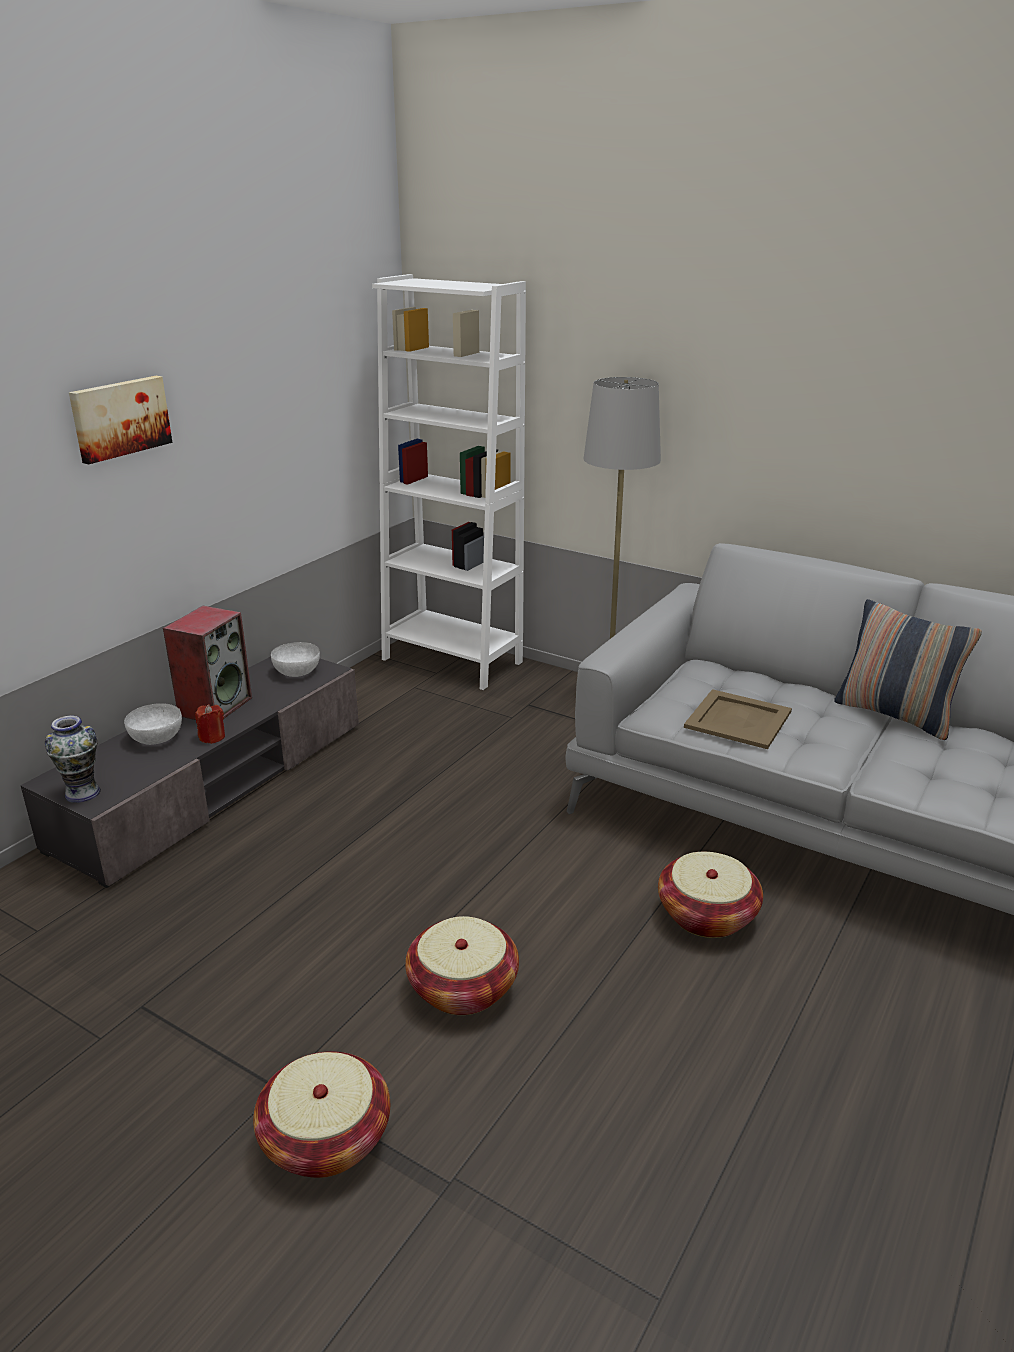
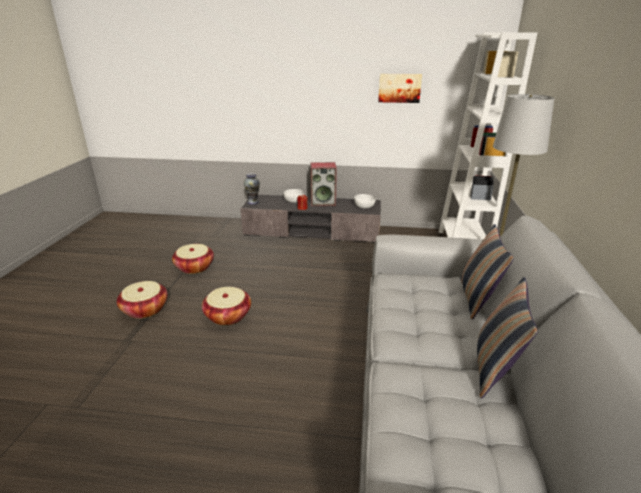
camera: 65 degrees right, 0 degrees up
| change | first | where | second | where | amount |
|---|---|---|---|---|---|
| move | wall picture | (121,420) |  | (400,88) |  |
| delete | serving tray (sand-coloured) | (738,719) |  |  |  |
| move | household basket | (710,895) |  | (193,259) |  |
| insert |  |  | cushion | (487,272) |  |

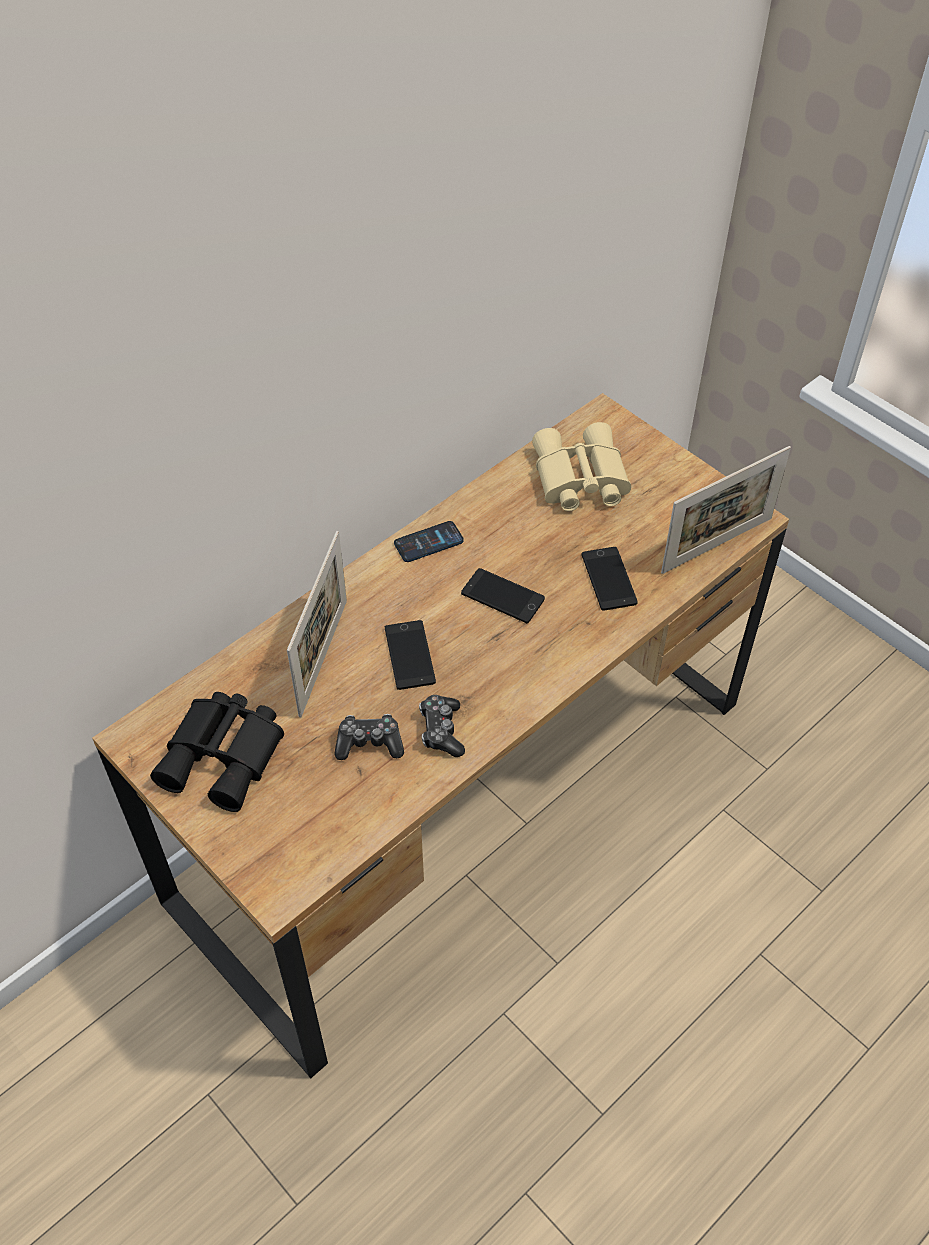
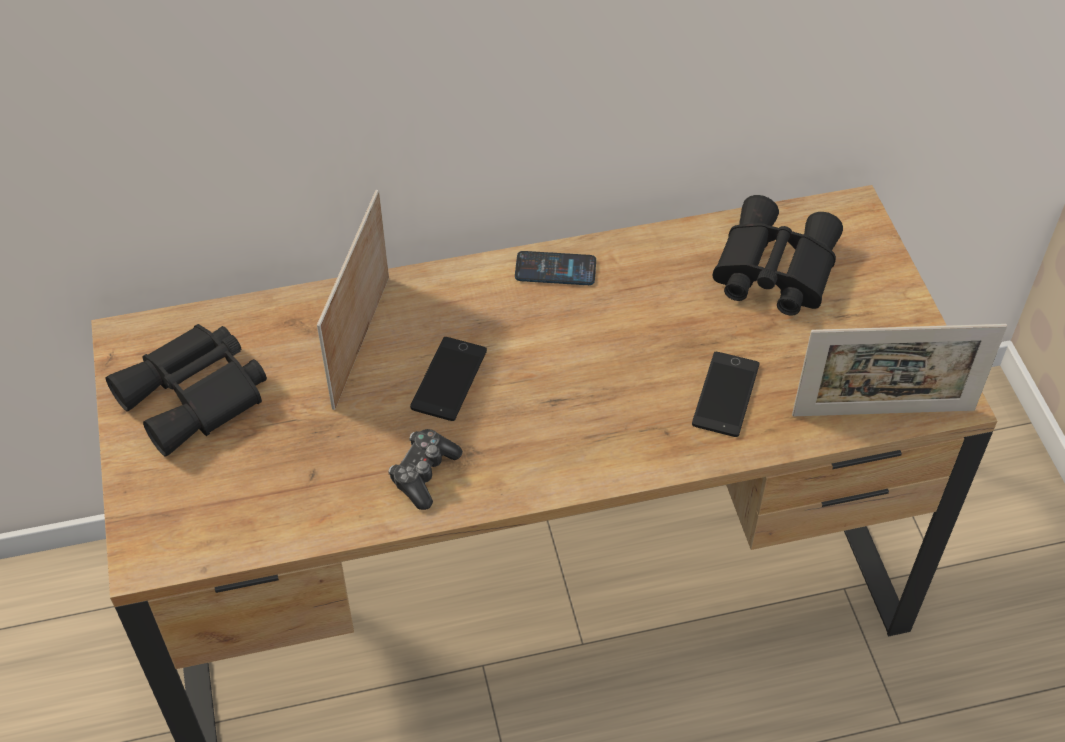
camera: 30 degrees right, 0 degrees up
| change | first | where | second | where | amount |
|---|---|---|---|---|---|
| recolor | field glasses (sand-coloured) | (581,466) | field glasses (black-coloured) | (778,255) |  |
| rotate | standing frame | (317,624) |  | (353,300) | 150 degrees clockwise |
| delete | phone | (503,595) |  |  |  |
| delete | gamepad | (369,737) |  |  |  |

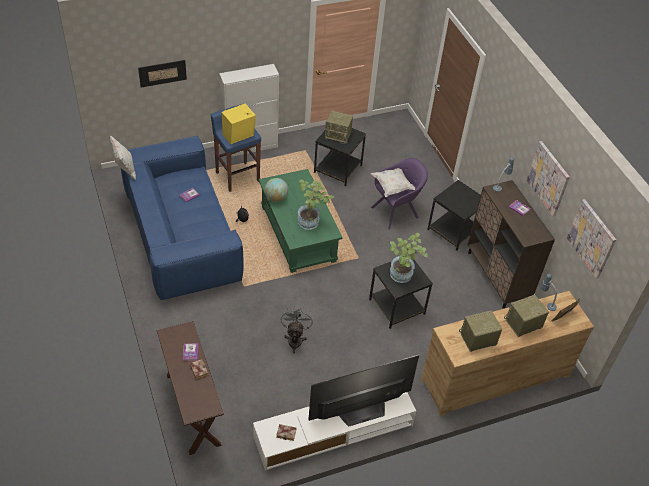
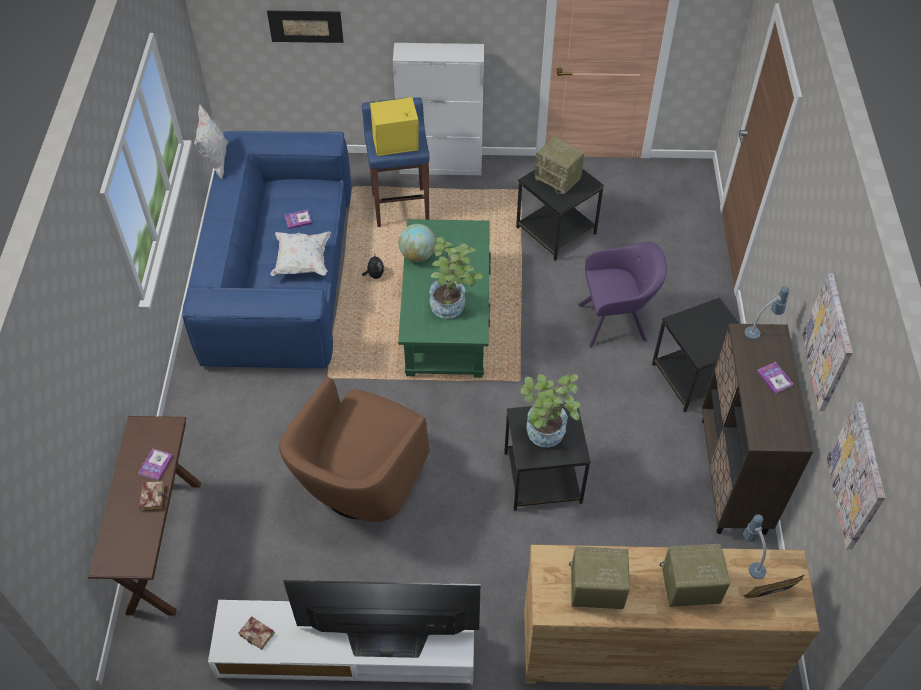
camera: 25 degrees right, 5 degrees up
| change | first | where | second | where | amount |
|---|---|---|---|---|---|
| move | cushion (white) | (393,182) |  | (300,253) |  |
| replace | electric fan (greyish) | (296,330) | lounge chair (brown-coloured) | (354,449) |  |

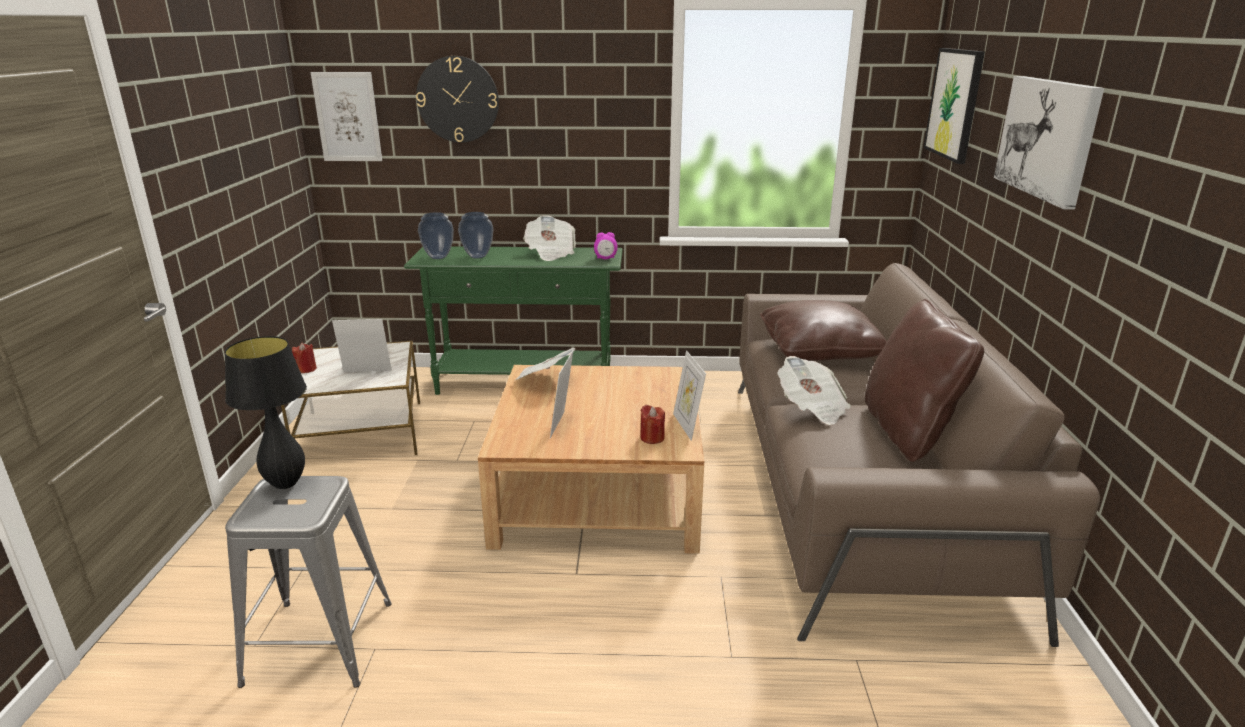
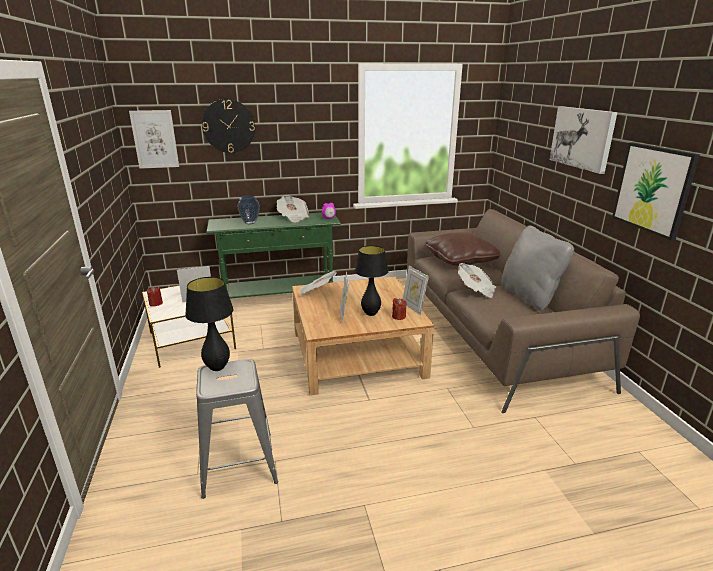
camera: 15 degrees left, 0 degrees up
| change | first | where | second | where | amount |
|---|---|---|---|---|---|
| move | wall picture | (954,106) |  | (656,191) |  |
| delete | decorative vase | (436,235) |  |  |  |
| recolor | cushion (brown-coloured) | (924,380) | cushion (greyish) | (537,268) |  |
| insert |  |  | table lamp (black-coloured) | (372,281) |  |

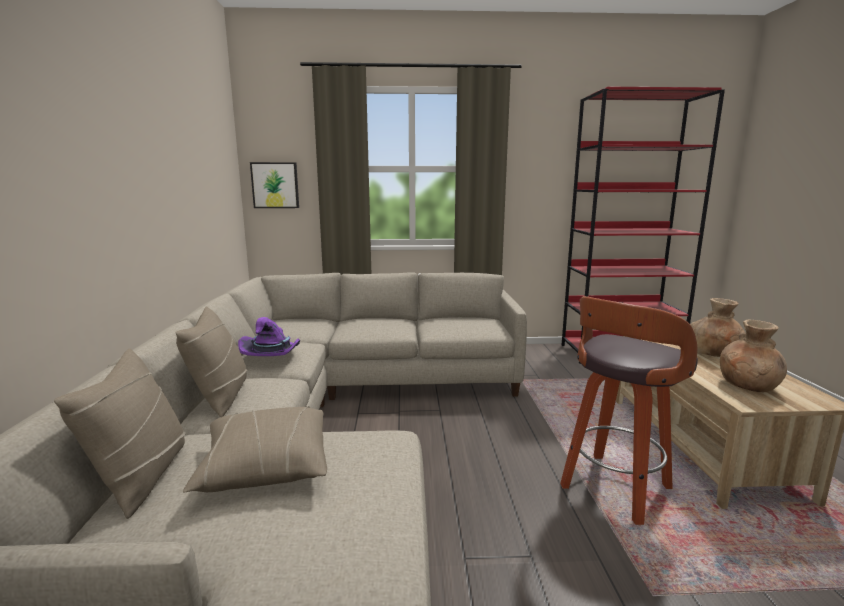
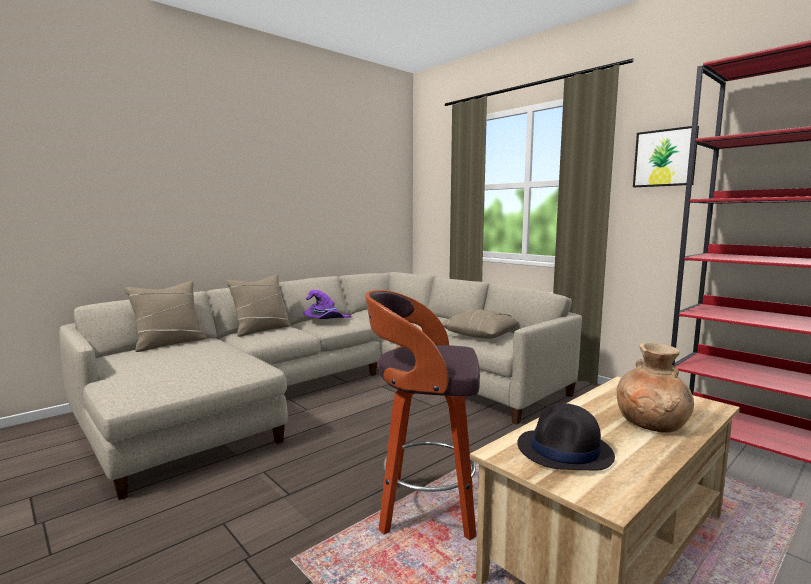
camera: 50 degrees right, 5 degrees down
| change | first | where | second | where | amount |
|---|---|---|---|---|---|
| move | wall picture | (274,185) |  | (666,156) |  |
| replace | decorative vase (brown-coloured) | (753,356) | hat (black-coloured) | (566,436) |  |
| move | cushion (sand-coloured) | (255,449) |  | (480,324) |  |

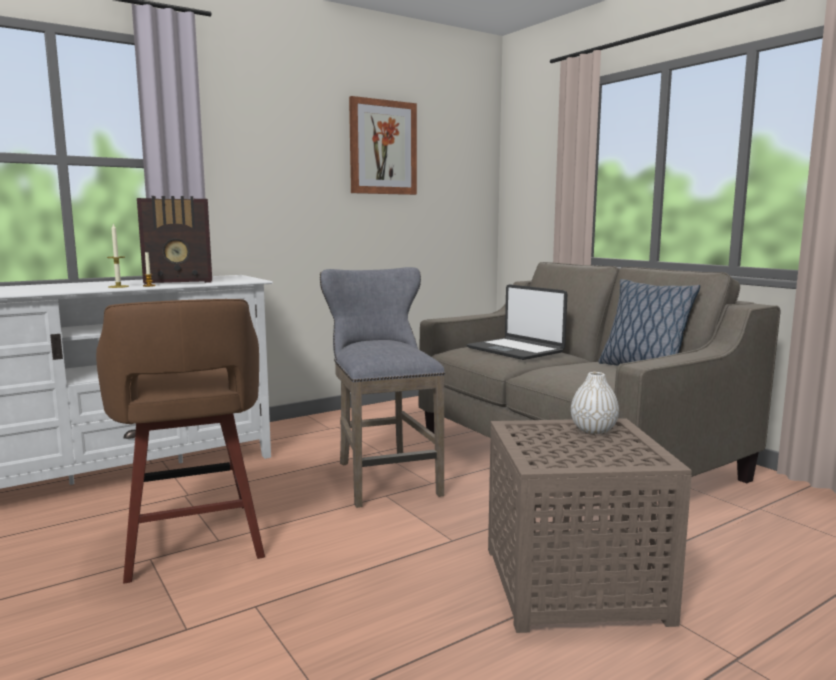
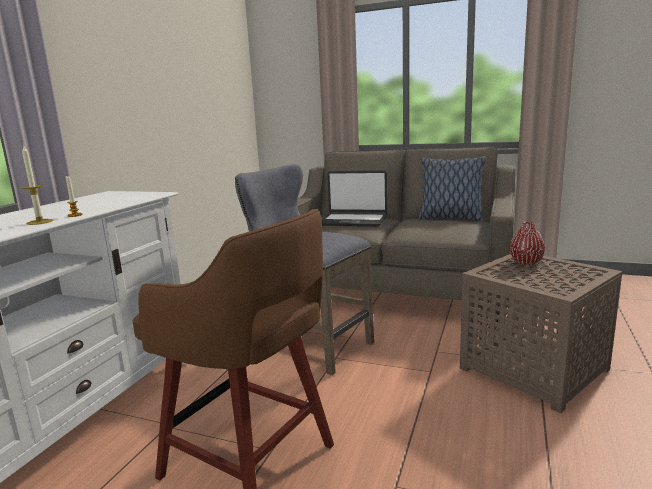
camera: 35 degrees left, 5 degrees up
| change | first | where | second | where | amount |
|---|---|---|---|---|---|
| delete | wall picture | (383,145) |  |  |  |
| delete | radio | (174,240) |  |  |  |
| recolor | decorative vase (white) | (595,403) | decorative vase (reddish) | (527,243) |  |

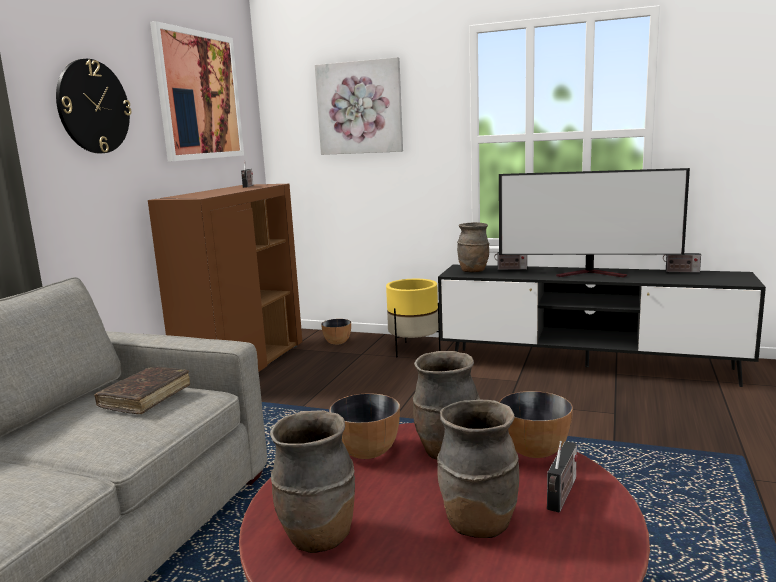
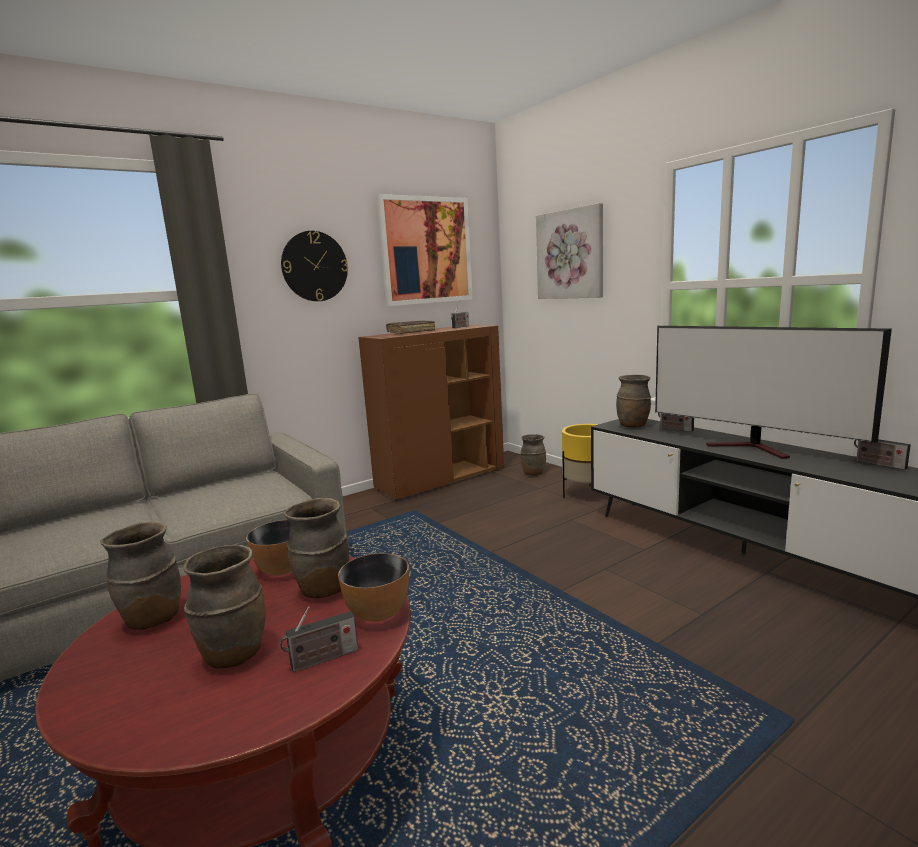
camera: 35 degrees right, 0 degrees up
| change | first | where | second | where | amount |
|---|---|---|---|---|---|
| replace | serving bowl | (336,332) | decorative vase (brown-coloured) | (533,454) |  |
| move | volume (brown-coloured) | (142,390) |  | (410,327) |  |

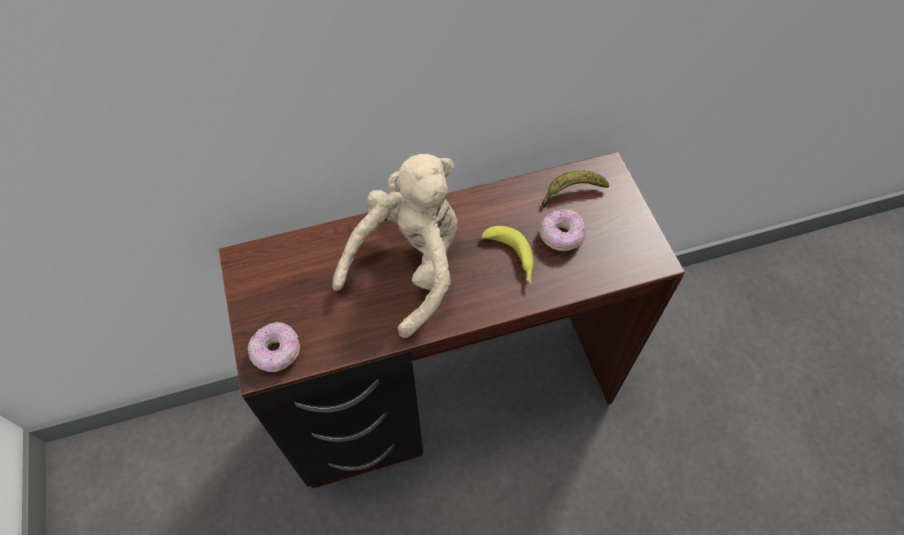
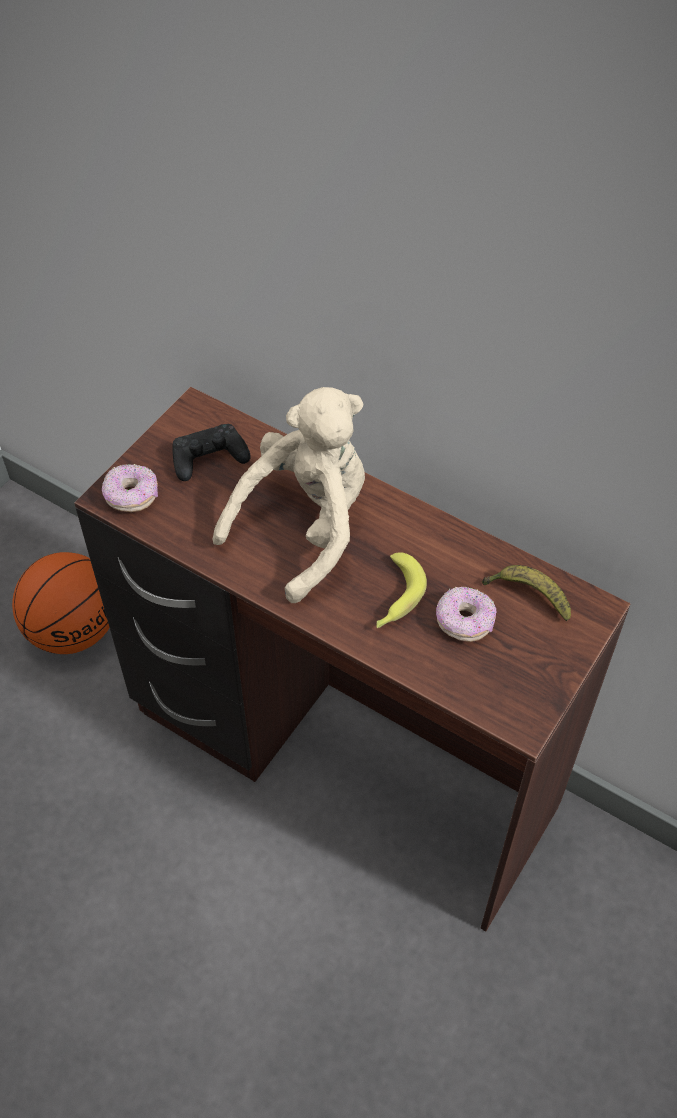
camera: 50 degrees right, 5 degrees down
| change | first | where | second | where | amount |
|---|---|---|---|---|---|
| rotate | cuddly toy (sand-coloured) | (395,246) |  | (288,495) | 45 degrees counterclockwise |
| insert |  |  | gamepad (black-coloured) | (211,452) |  |
| insert |  |  | ball for basketball | (60,603) |  |

